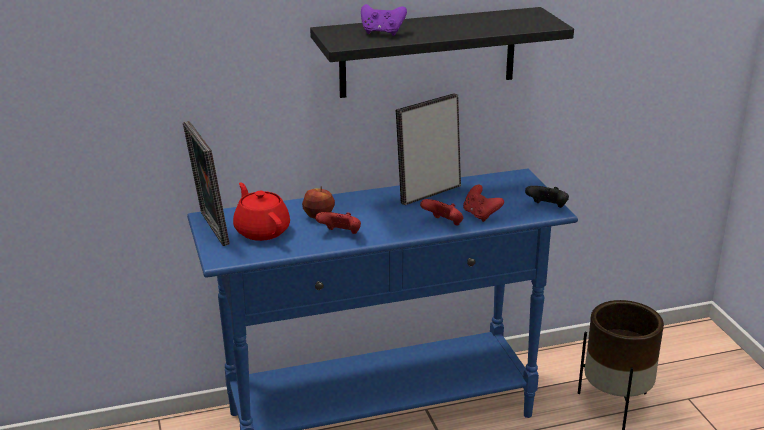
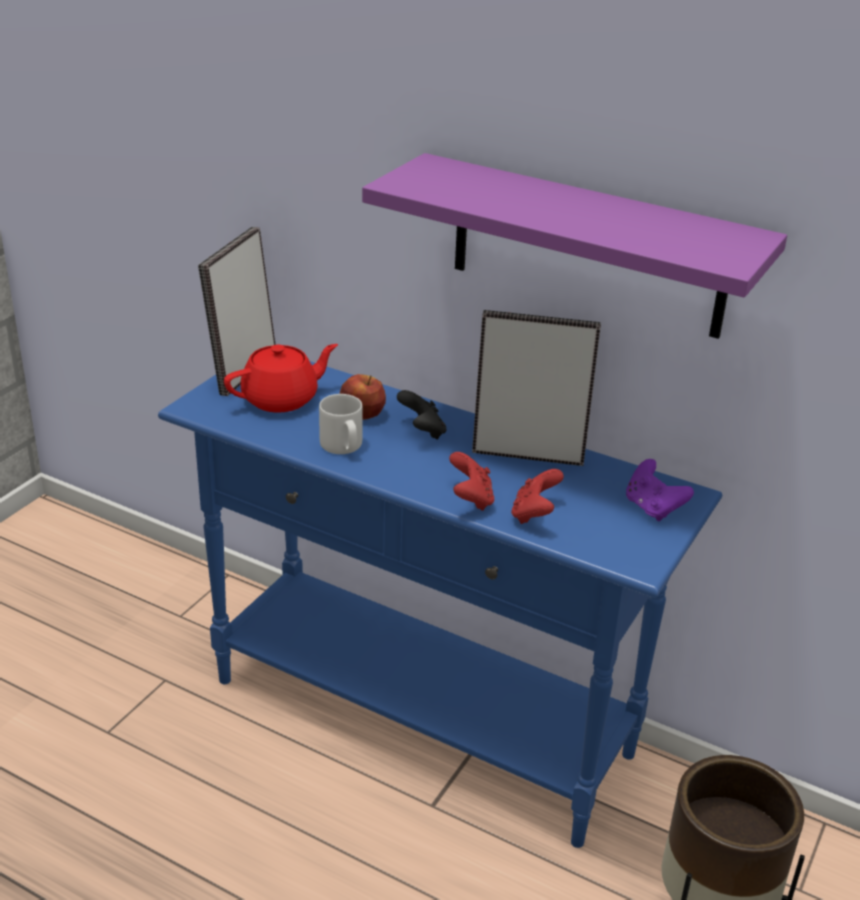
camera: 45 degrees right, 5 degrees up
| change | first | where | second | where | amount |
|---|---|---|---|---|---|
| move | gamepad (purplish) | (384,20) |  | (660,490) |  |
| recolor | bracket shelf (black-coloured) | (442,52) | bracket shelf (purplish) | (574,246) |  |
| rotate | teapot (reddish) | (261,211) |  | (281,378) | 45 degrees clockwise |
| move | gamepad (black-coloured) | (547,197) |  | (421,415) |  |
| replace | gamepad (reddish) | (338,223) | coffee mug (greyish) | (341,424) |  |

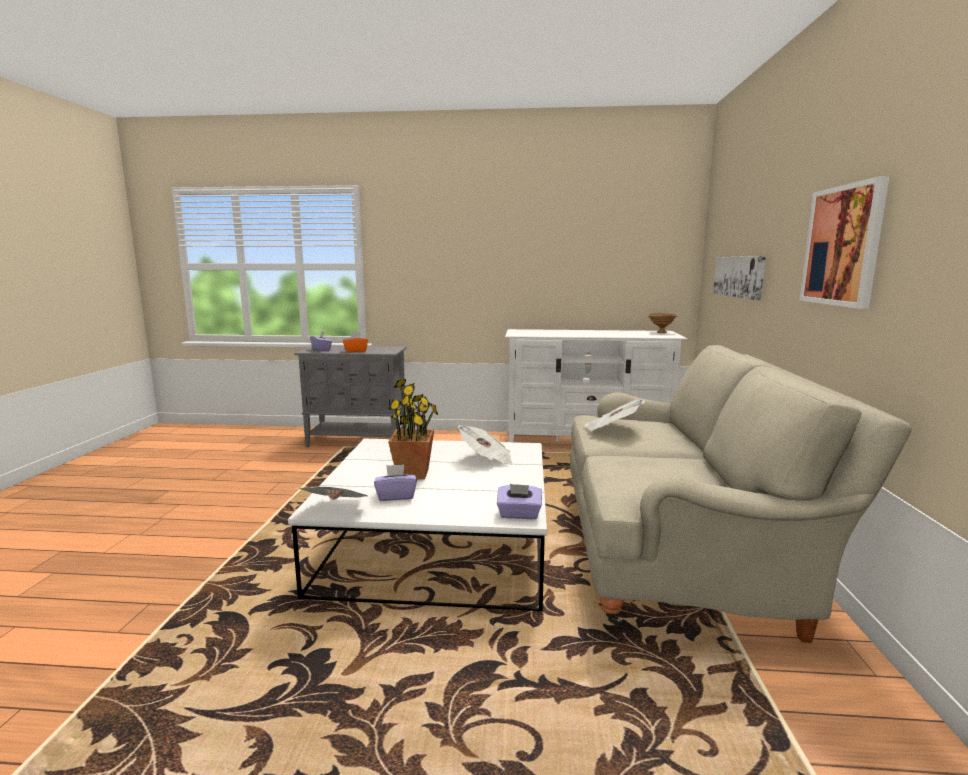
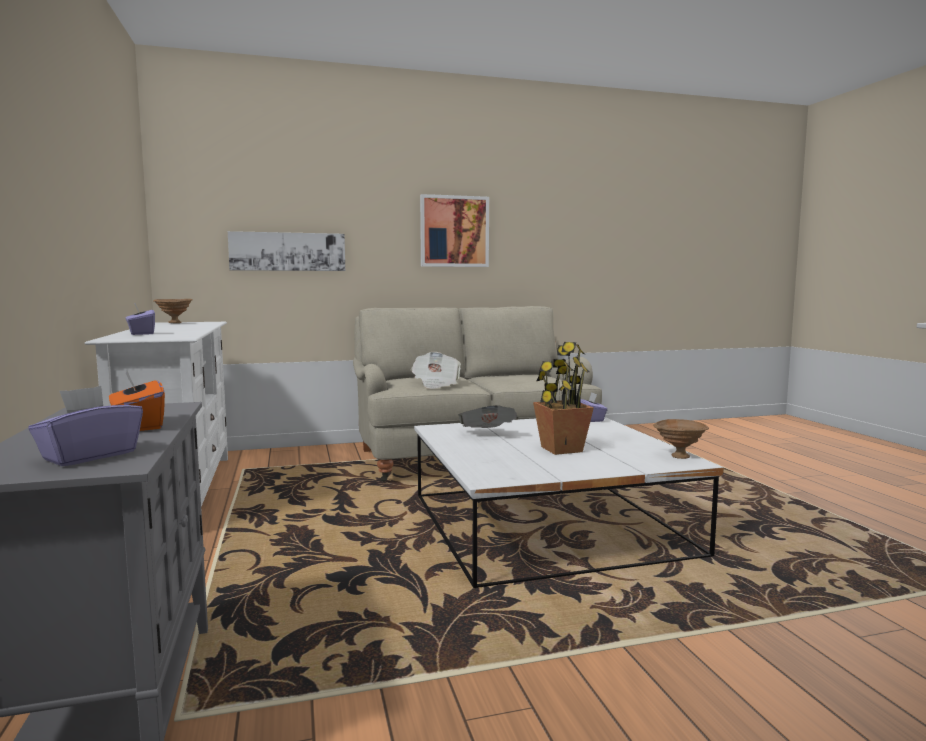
camera: 110 degrees left, 5 degrees down
| change | first | where | second | where | amount |
|---|---|---|---|---|---|
| move | tissue box (purplish) | (395,482) |  | (140,319) |  |
| replace | daily paper | (332,493) | serving bowl (brown-coloured) | (681,439) |  |

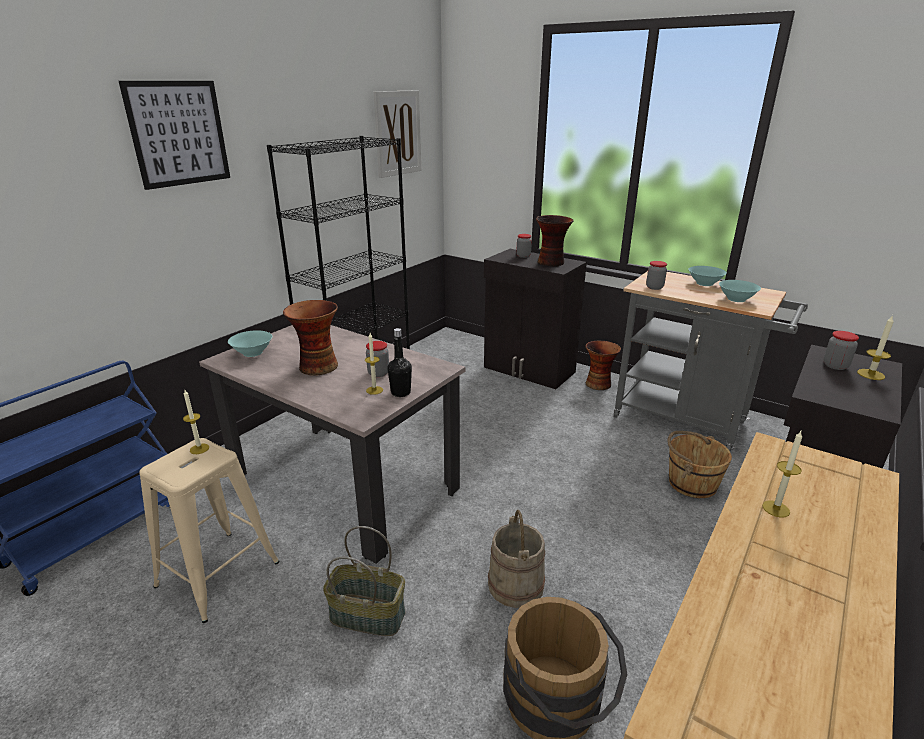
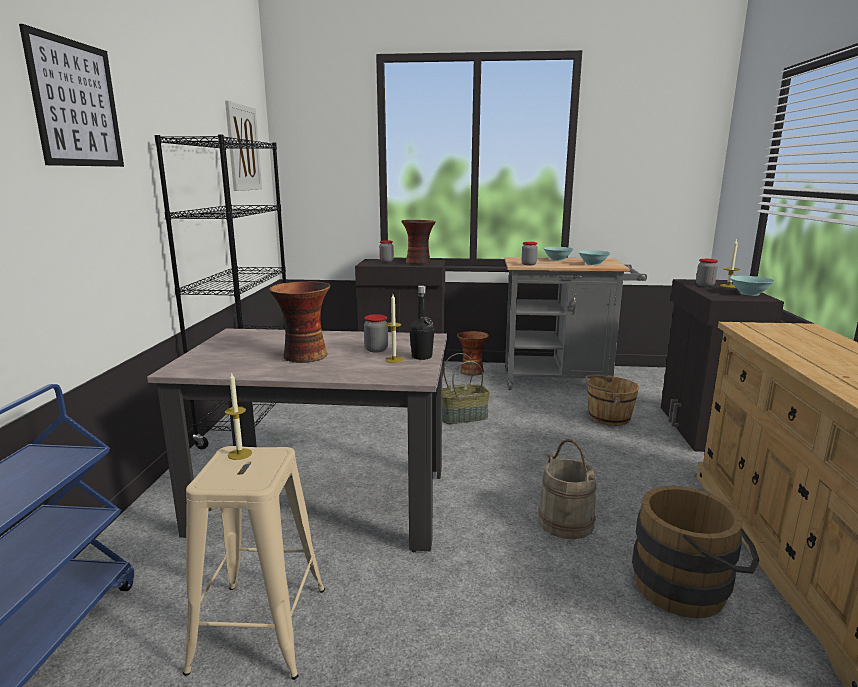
camera: 30 degrees left, 10 degrees down
| change | first | where | second | where | amount |
|---|---|---|---|---|---|
| move | serving bowl (turquoise-coloured) | (250,343) |  | (752,286) |  |
| delete | candle | (782,474) |  |  |  |
| move | household basket | (364,581) |  | (466,388) |  |

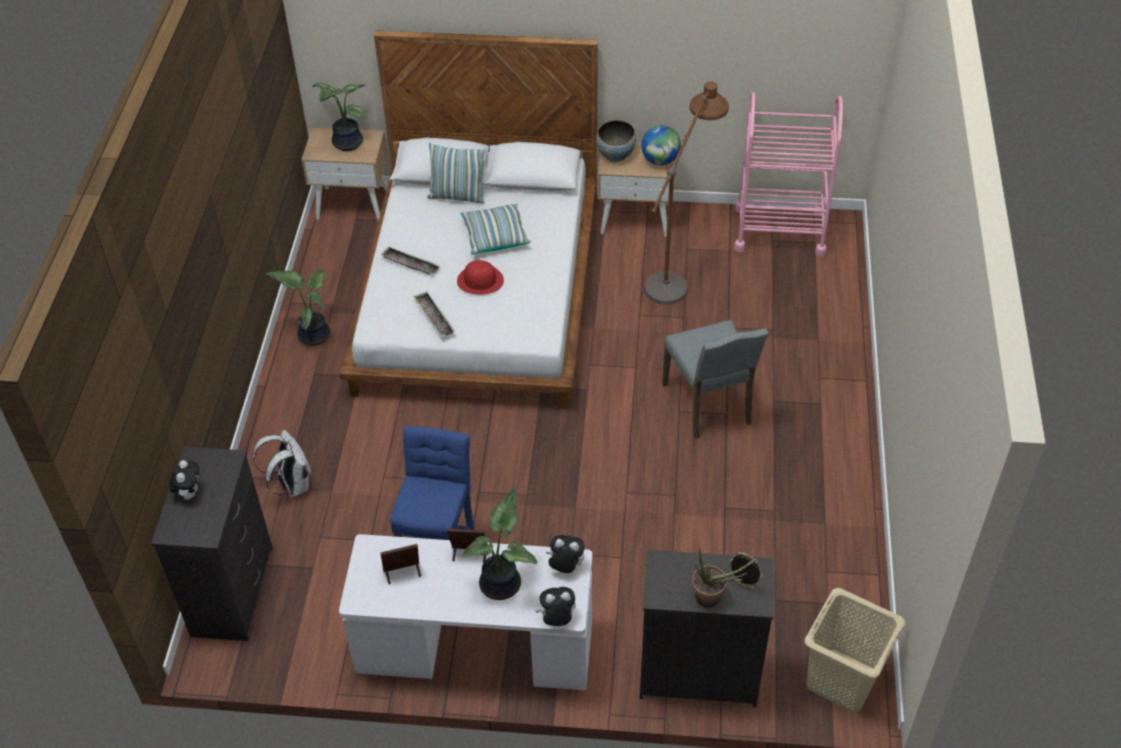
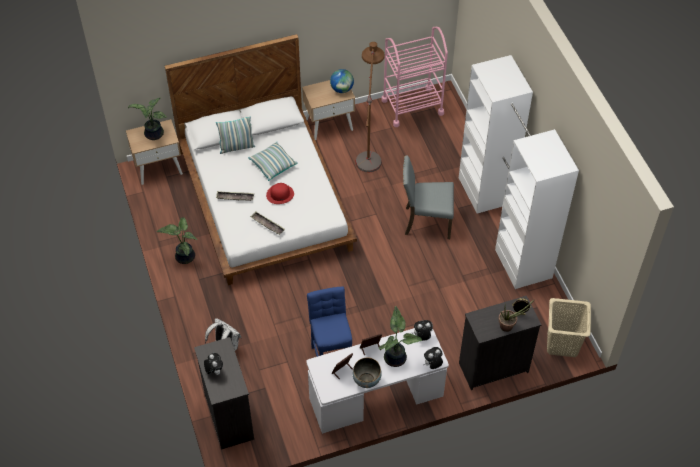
camera: 25 degrees left, 5 degrees up
| change | first | where | second | where | amount |
|---|---|---|---|---|---|
| move | serving bowl | (616,141) |  | (367,373) |  |
| rotate | chair (greyish) | (715,379) |  | (428,197) | 135 degrees clockwise |
| insert |  |  | armoire (white) | (519,172) |  |

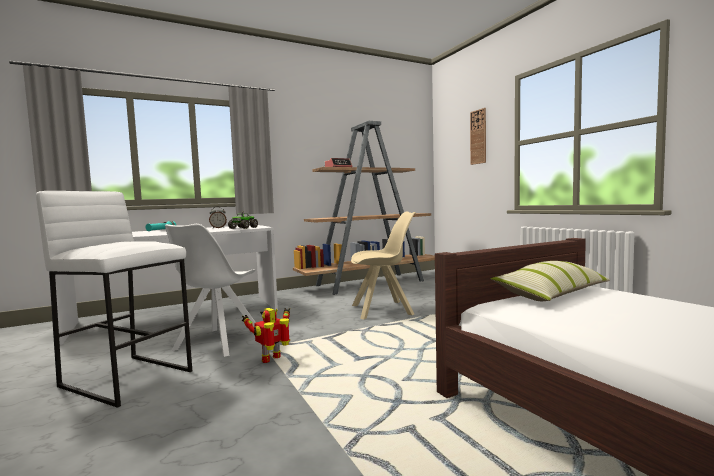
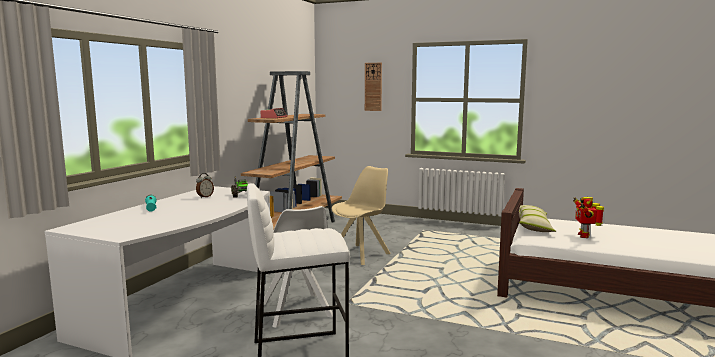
camera: 40 degrees left, 5 degrees up
| change | first | where | second | where | amount |
|---|---|---|---|---|---|
| move | robot figure | (266,335) |  | (588,217) |  |

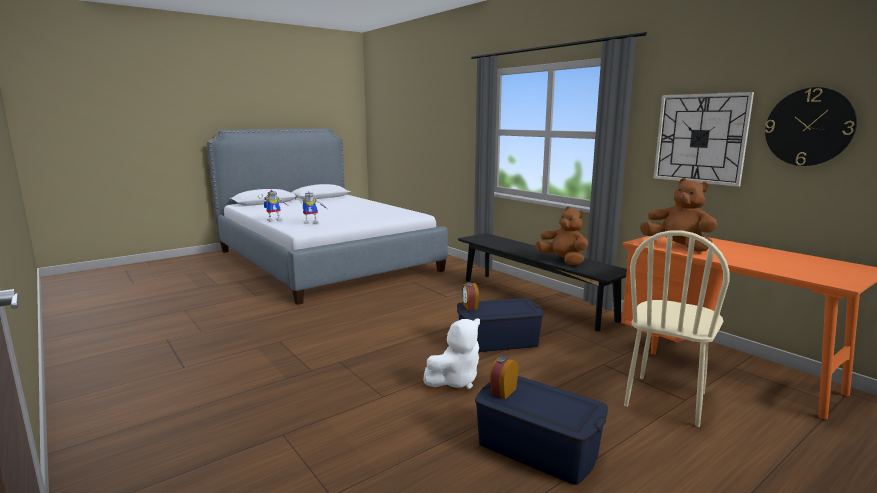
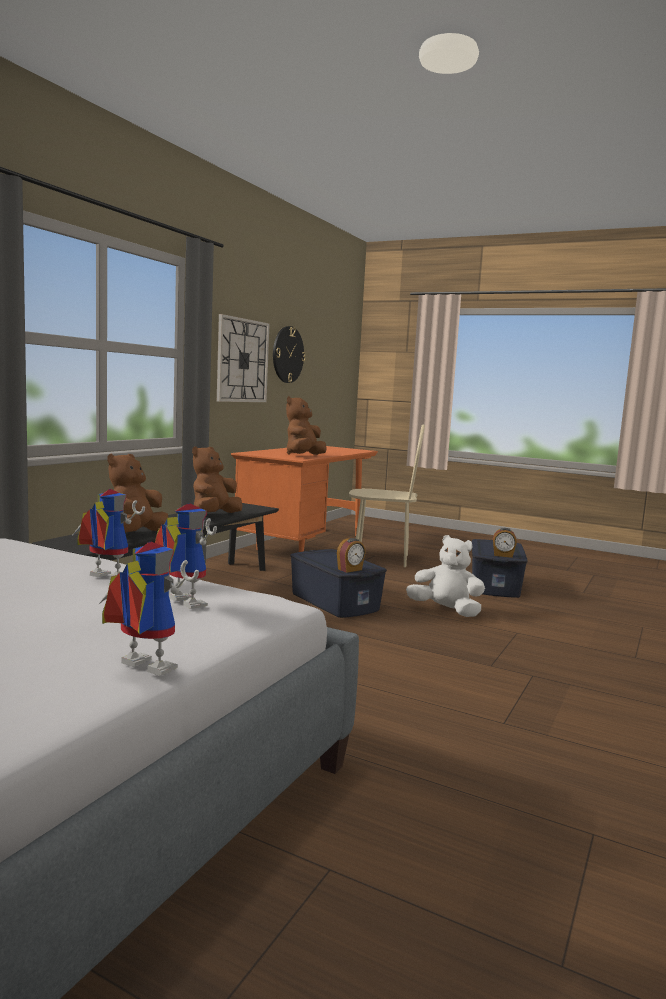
camera: 115 degrees left, 5 degrees down
| change | first | where | second | where | amount |
|---|---|---|---|---|---|
| insert |  |  | cuddly toy (brown-coloured) | (138,493) |  |
| insert |  |  | robot figure | (108,534) |  |

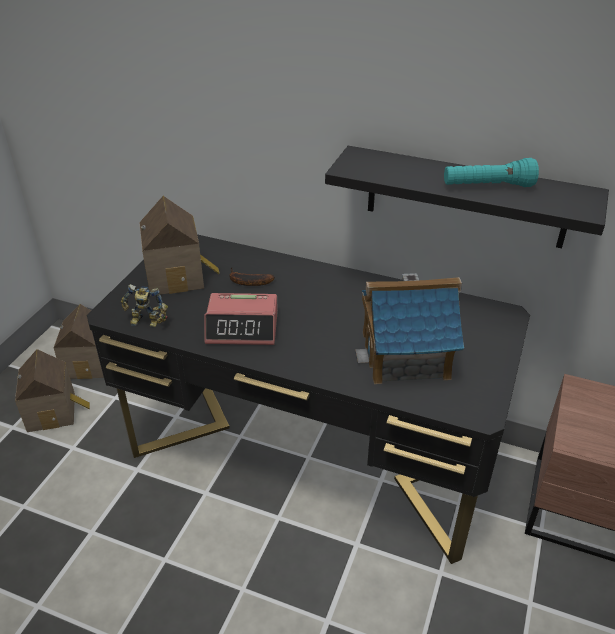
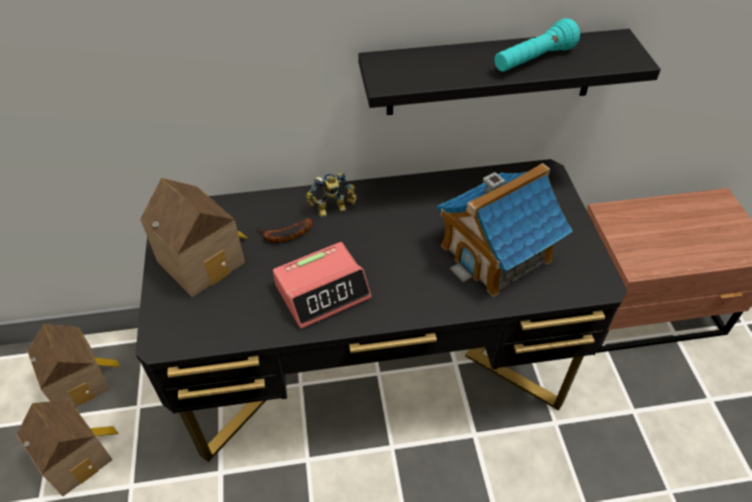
camera: 30 degrees left, 10 degrees up
| change | first | where | second | where | amount |
|---|---|---|---|---|---|
| move | robot figure | (144,305) |  | (331,194) |  |

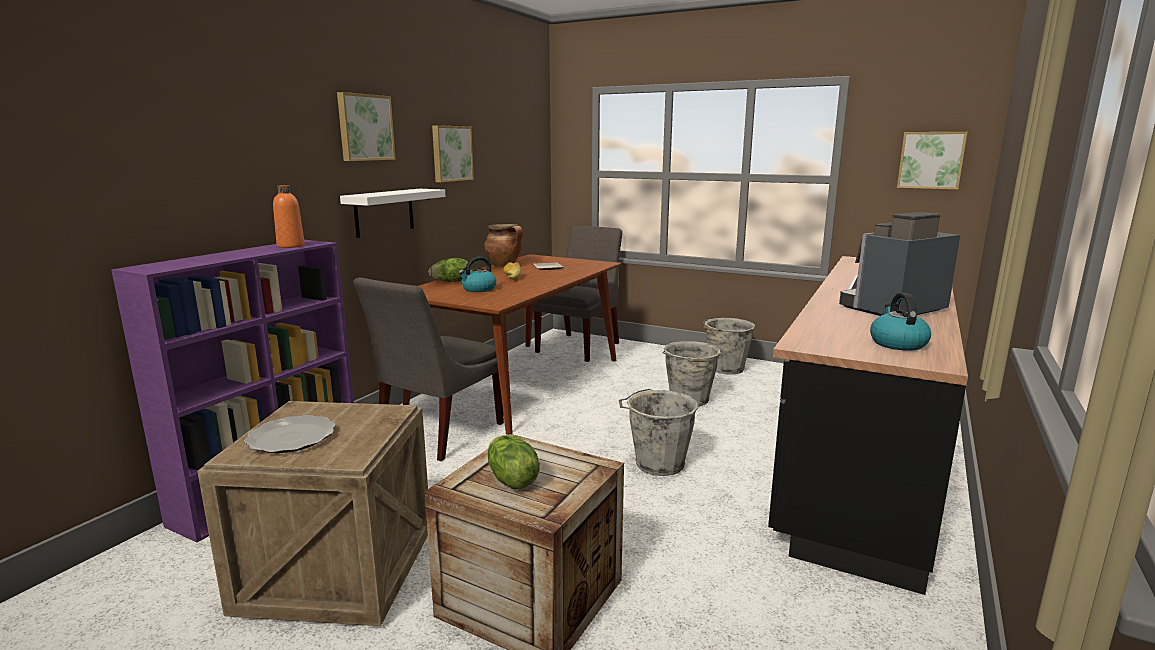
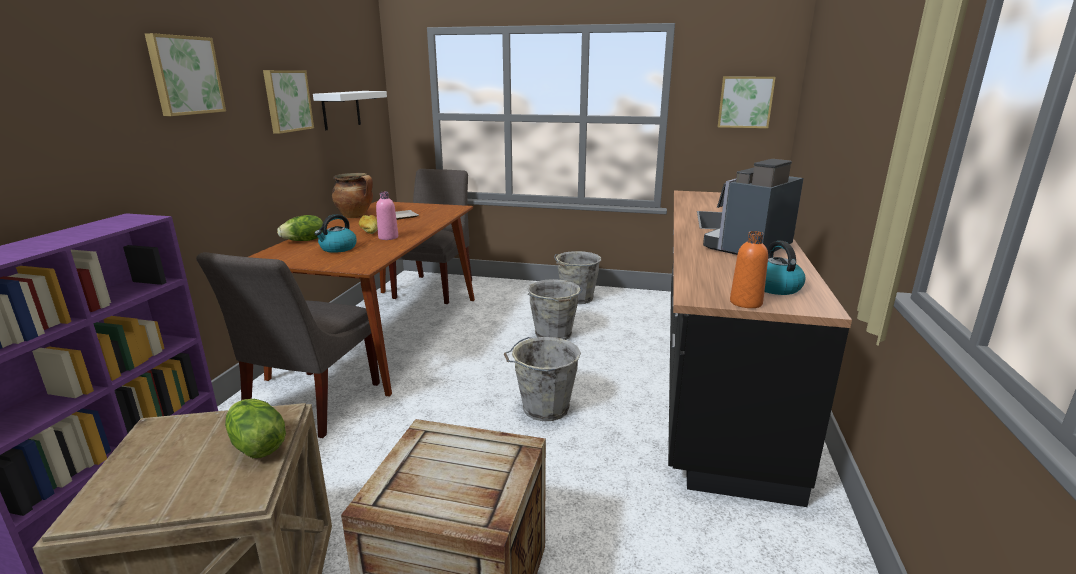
camera: 15 degrees left, 5 degrees up
| change | first | where | second | where | amount |
|---|---|---|---|---|---|
| move | beverage bottle (orange) | (289,216) |  | (749,269) |  |
| move | bracket shelf (white) | (392,213) |  | (350,110) |  |
| delete | flat dish | (290,434) |  |  |  |
| move | head of lettuce | (513,462) |  | (255,428) |  |
| insert |  |  | beverage bottle (pink-coloured) | (387,216) |  |

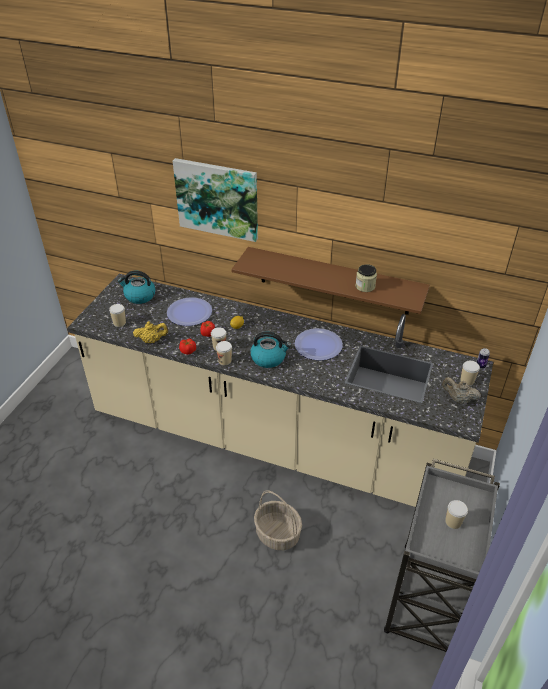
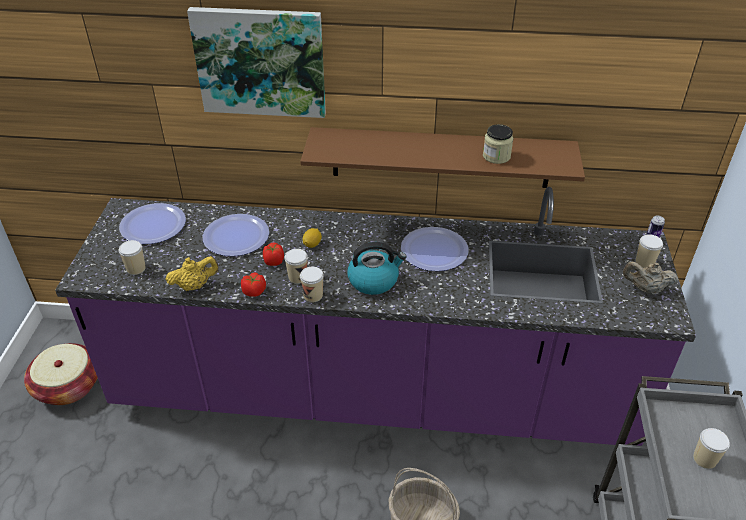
camera: 15 degrees left, 0 degrees up
| change | first | where | second | where | amount |
|---|---|---|---|---|---|
| replace | tea kettle | (137,287) | flat dish | (152,223) |  |
| recolor | kitchen counter (sand-coloured) | (280,390) | kitchen counter (purplish) | (375,316) |  |
| insert |  |  | household basket | (61,374) |  |

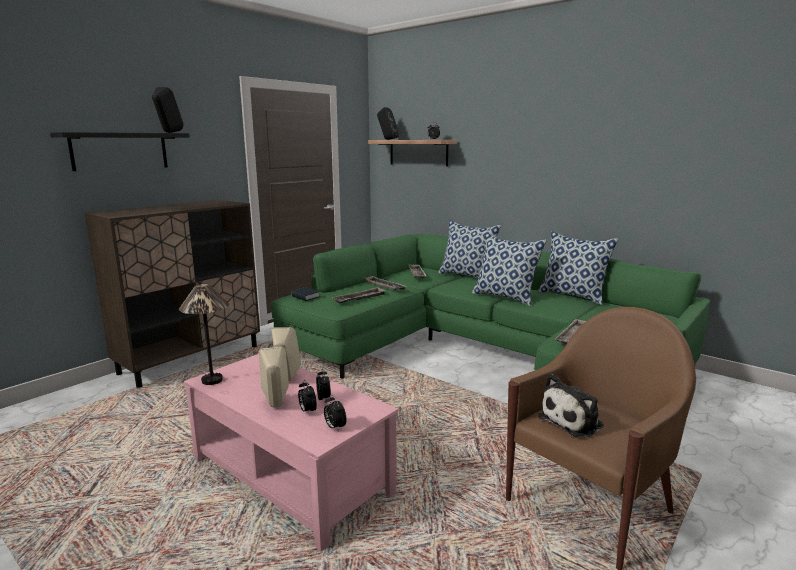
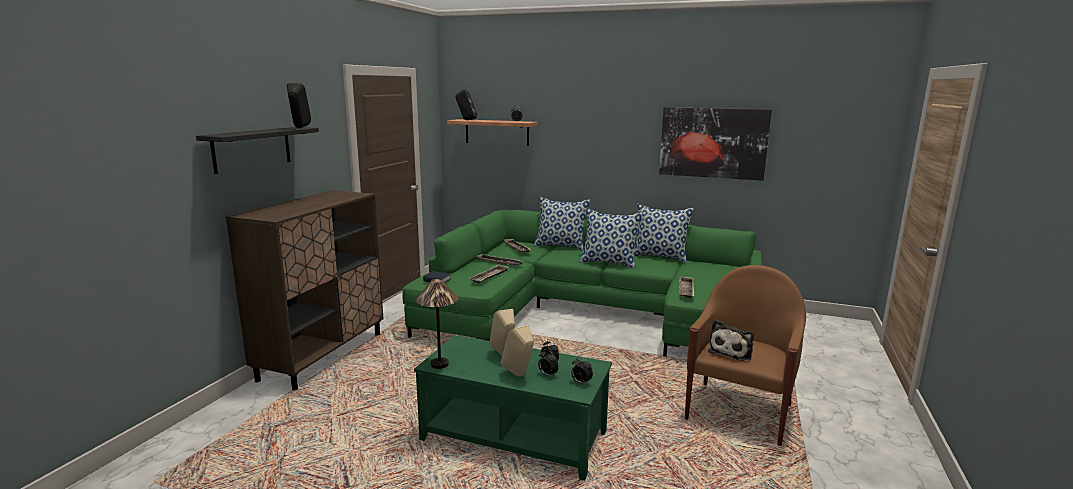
camera: 20 degrees left, 0 degrees up
| change | first | where | second | where | amount |
|---|---|---|---|---|---|
| recolor | lounge table (pink-coloured) | (291,452) | lounge table (green) | (513,407) |  |
| insert |  |  | wall picture | (715,144) |  |

